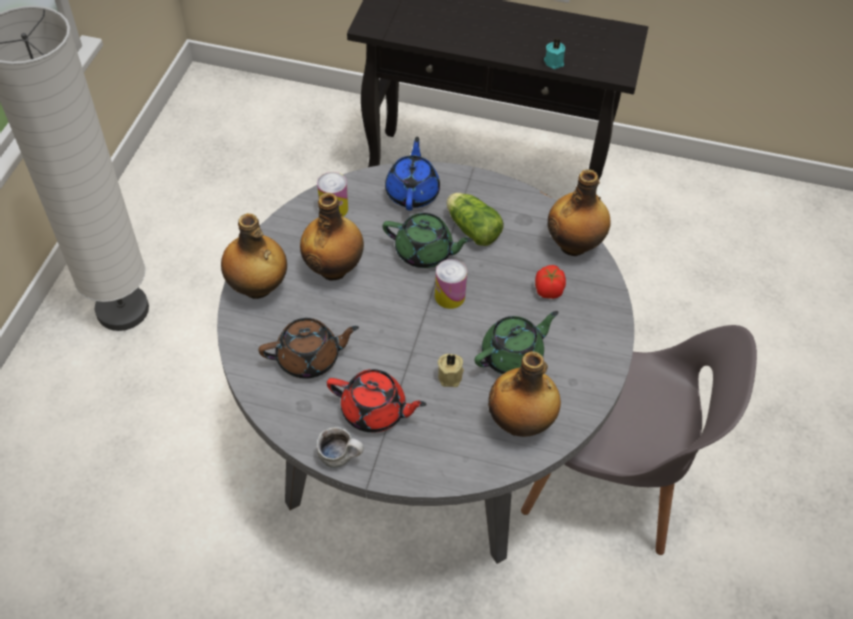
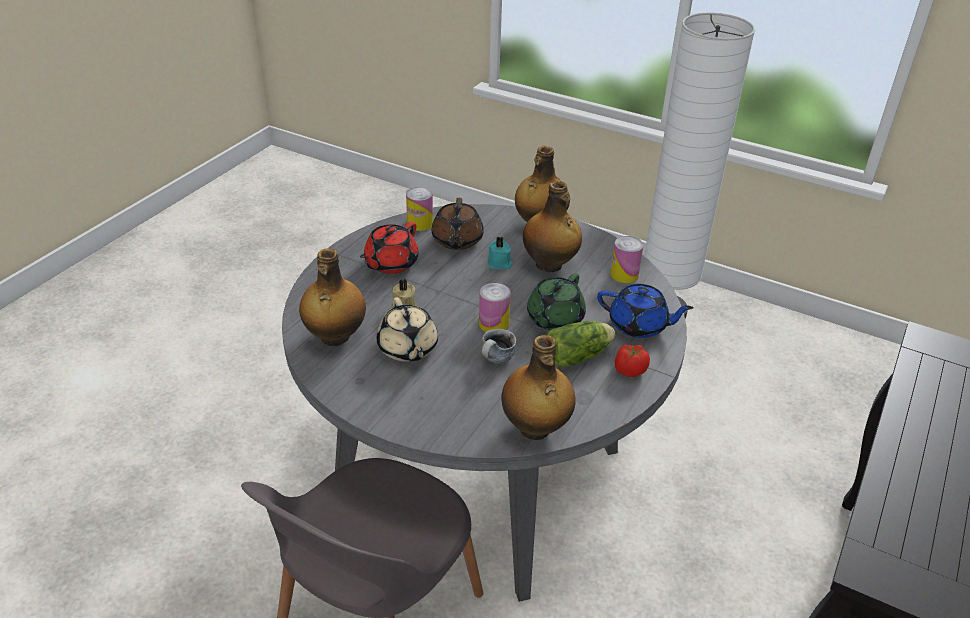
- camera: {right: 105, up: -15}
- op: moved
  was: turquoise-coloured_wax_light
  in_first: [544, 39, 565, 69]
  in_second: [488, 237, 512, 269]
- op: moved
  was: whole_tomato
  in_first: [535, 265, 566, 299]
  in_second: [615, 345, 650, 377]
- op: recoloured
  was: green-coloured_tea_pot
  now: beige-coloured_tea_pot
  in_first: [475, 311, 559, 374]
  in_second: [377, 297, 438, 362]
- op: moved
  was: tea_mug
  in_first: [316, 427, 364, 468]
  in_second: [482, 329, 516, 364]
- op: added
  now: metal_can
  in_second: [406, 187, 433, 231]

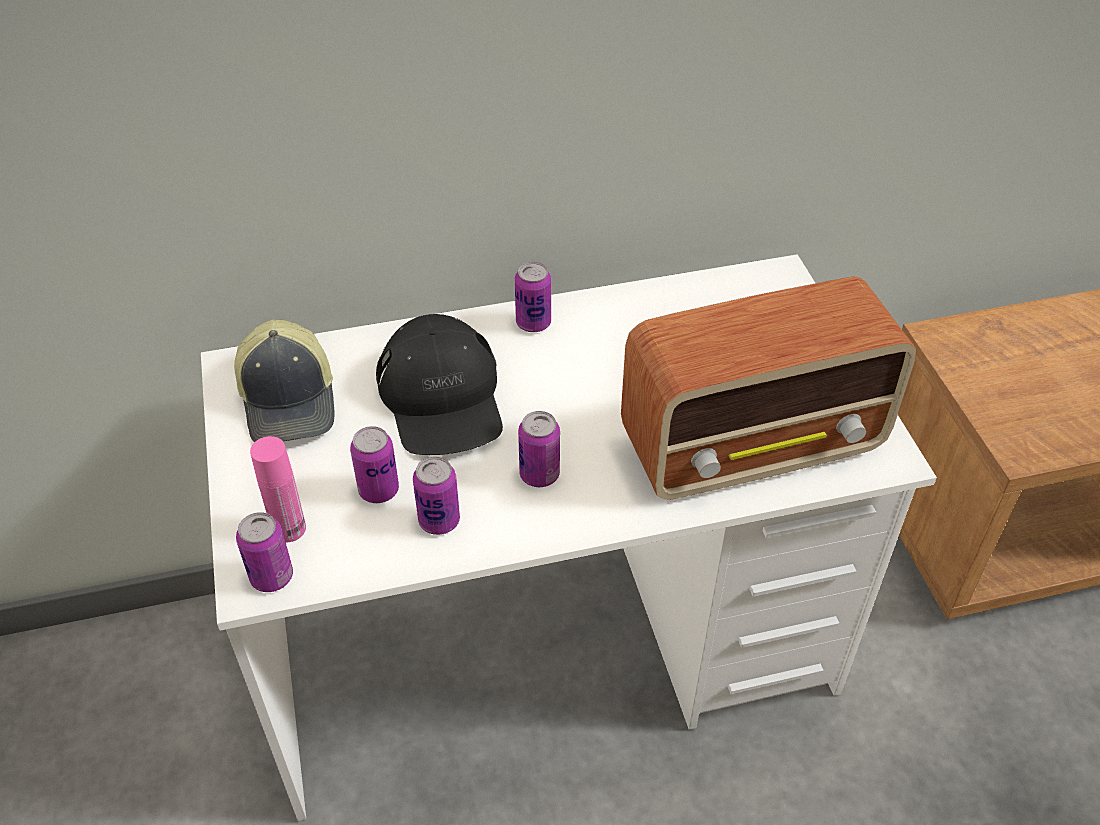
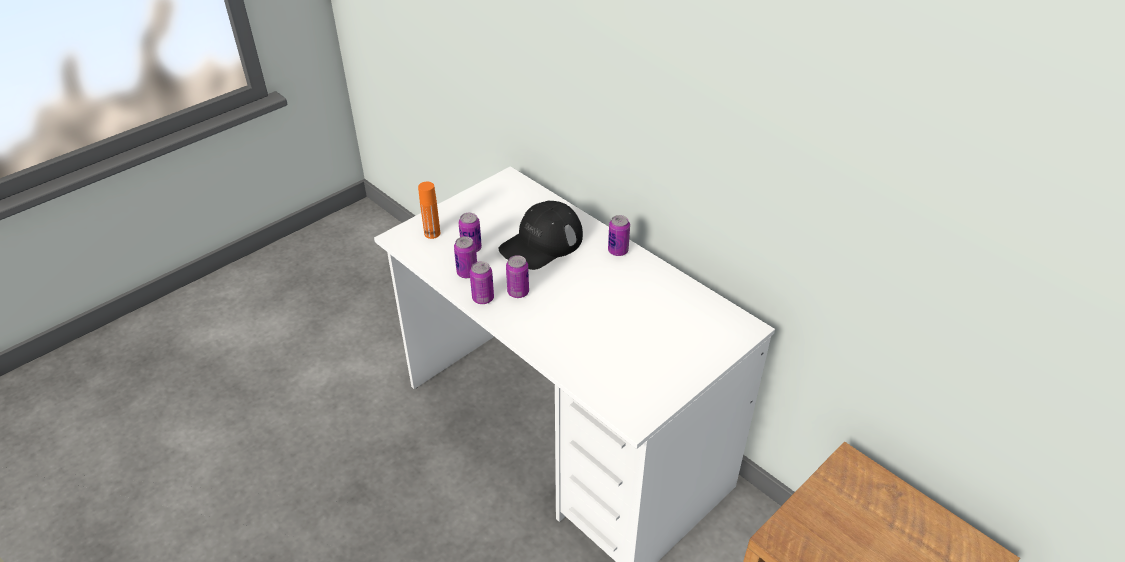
- camera: {right: 60, up: -5}
- op: removed
  was: radio_receiver
  in_first: [621, 276, 916, 500]
- op: removed
  was: peaked_cap
  in_first: [234, 319, 335, 442]
- op: recoloured
  was: pink-coloured_beverage_bottle
  now: orange_beverage_bottle
  in_first: [250, 436, 306, 542]
  in_second: [418, 182, 440, 239]
- op: moved
  was: metal_can
  in_first: [236, 512, 293, 592]
  in_second: [470, 261, 494, 304]

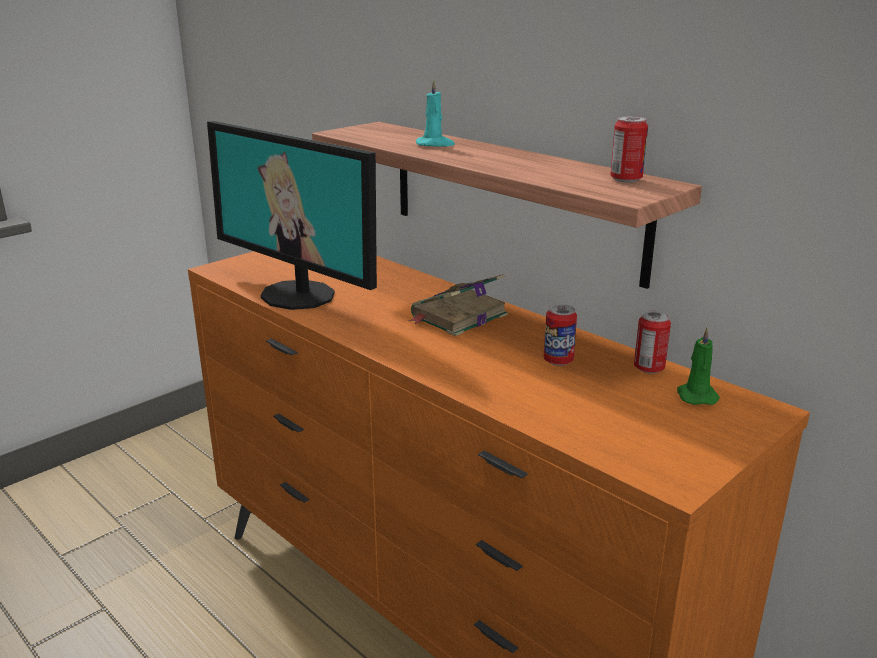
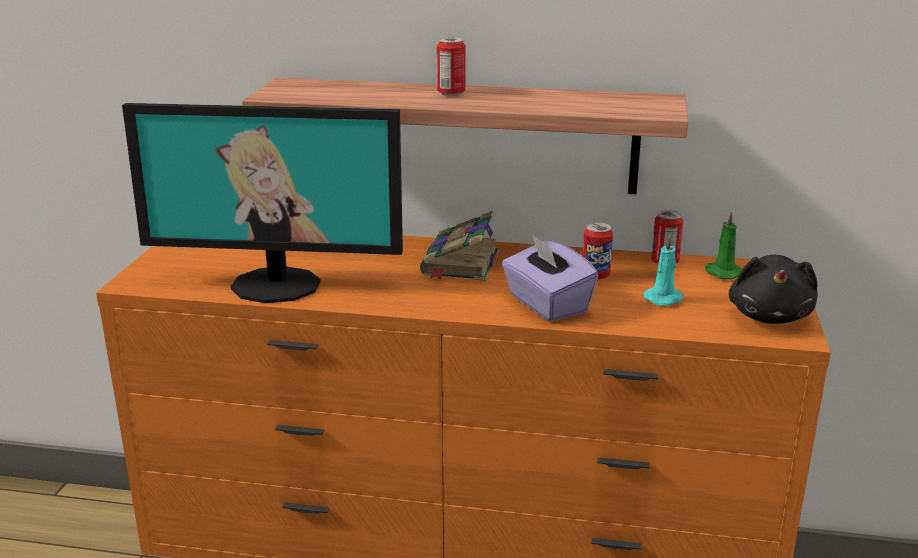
- camera: {right: -35, up: 0}
- op: moved
  was: turquoise-coloured_wax_light
  in_first: [416, 80, 455, 147]
  in_second: [644, 235, 683, 306]
- op: moved
  was: metal_can
  in_first: [610, 116, 648, 183]
  in_second: [437, 37, 465, 96]
- op: added
  now: purple-coloured_tissue_box
  in_second: [502, 234, 598, 322]
- op: added
  now: black-coloured_cuddly_toy
  in_second: [729, 255, 818, 324]

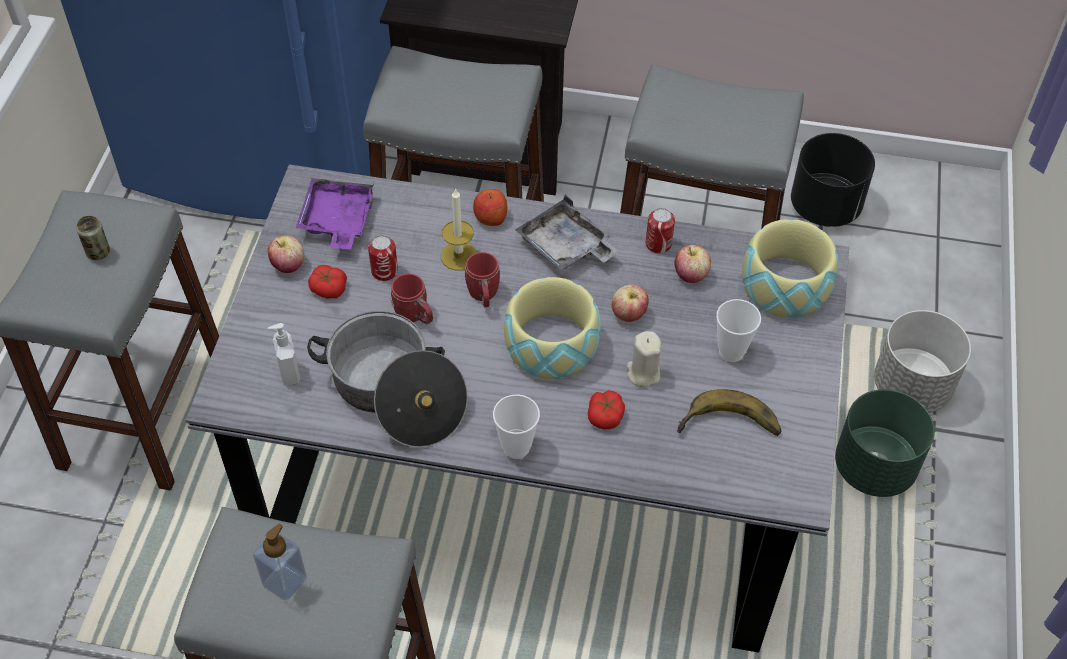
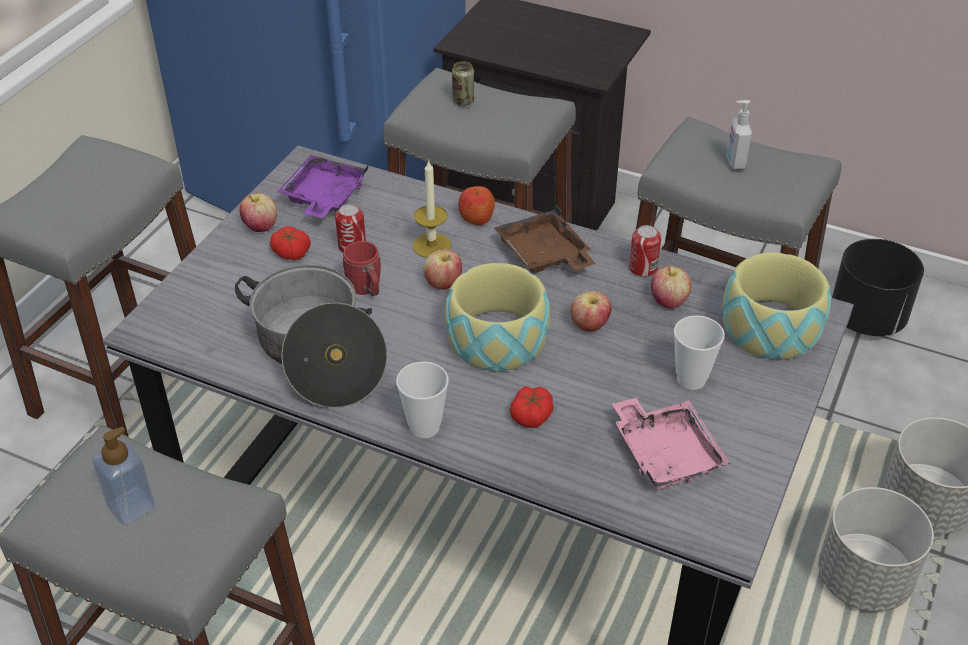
- camera: {right: 15, up: -10}
- op: recoloured
  was: gray_serving_tray
  now: brown_serving_tray
  in_first: [515, 195, 619, 270]
  in_second: [494, 205, 596, 273]
- op: moved
  was: metal_can
  in_first: [77, 216, 110, 260]
  in_second: [452, 61, 474, 106]
- op: replaced
  was: red_tea_mug
  now: apple_fruit
  in_first: [464, 252, 500, 307]
  in_second: [424, 249, 462, 290]
- op: moved
  was: liquid_soap_bottle
  in_first: [268, 323, 300, 386]
  in_second: [727, 100, 752, 169]
- op: removed
  was: beige-coloured_wax_light
  in_first: [626, 331, 661, 388]
- op: replaced
  was: banana
  now: pink-coloured_serving_tray
  in_first: [677, 389, 781, 436]
  in_second: [612, 398, 730, 490]
- op: recoloured
  was: green-coloured_plant_pot
  now: gray_plant_pot
  in_first: [835, 389, 935, 497]
  in_second: [818, 487, 934, 612]

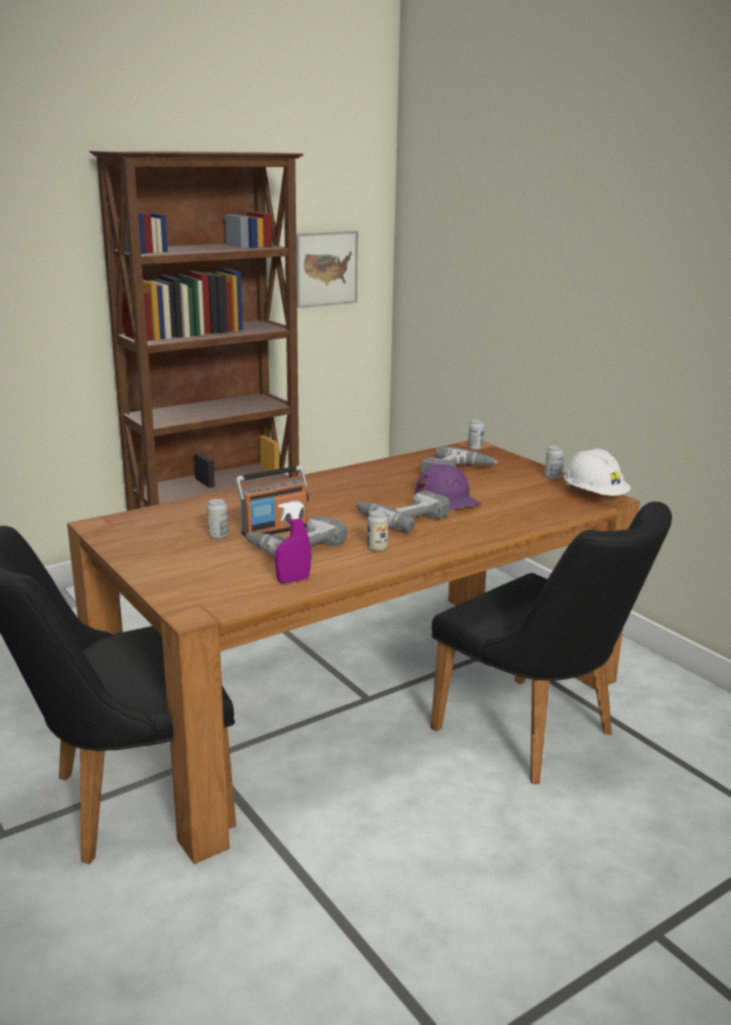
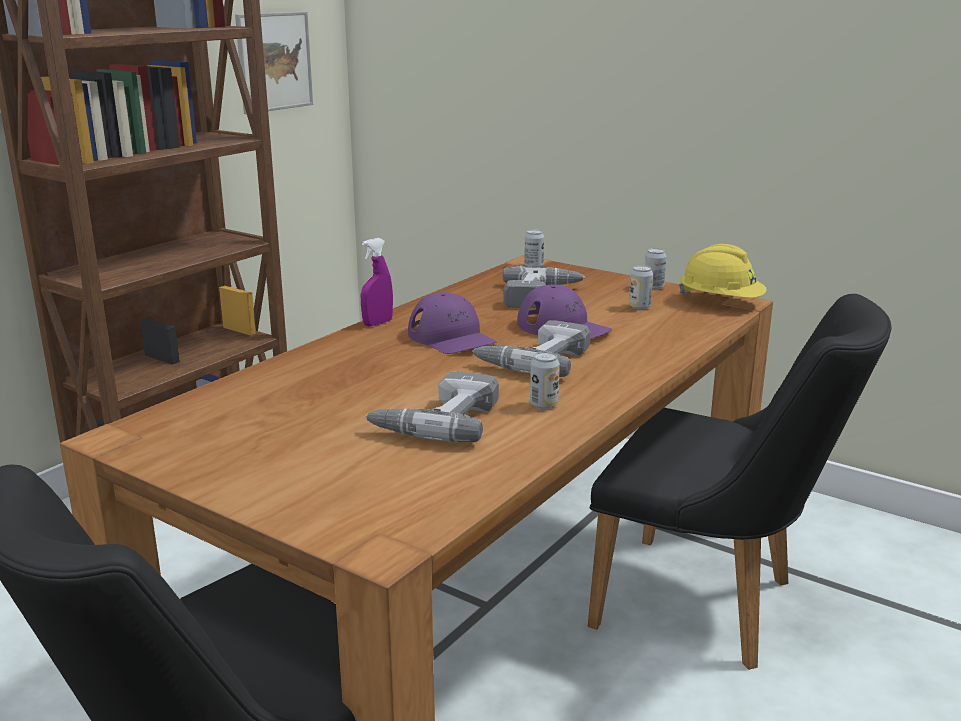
- camera: {right: -20, up: 0}
- op: recoloured
  was: whitish_work_helmet
  now: yellow_work_helmet
  in_first: [564, 449, 630, 496]
  in_second: [679, 244, 767, 298]
- op: removed
  was: radio_receiver
  in_first: [235, 465, 309, 537]
- op: moved
  was: metal_can
  in_first: [207, 499, 228, 539]
  in_second: [629, 265, 653, 309]
- op: moved
  was: purple-coloured_spray_bottle
  in_first: [275, 501, 311, 583]
  in_second: [361, 238, 393, 326]
- op: added
  now: purple-coloured_peaked_cap
  in_second: [408, 292, 497, 354]

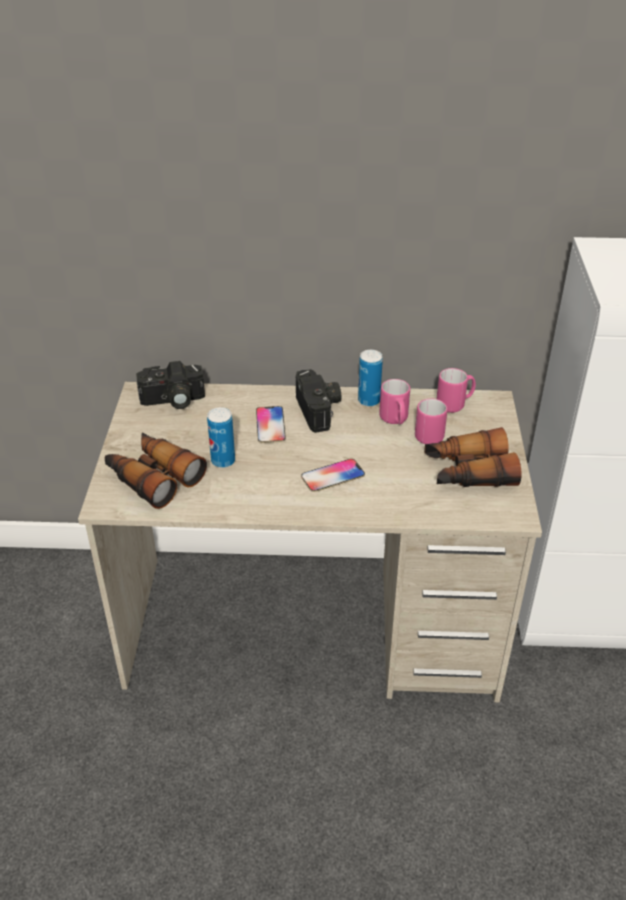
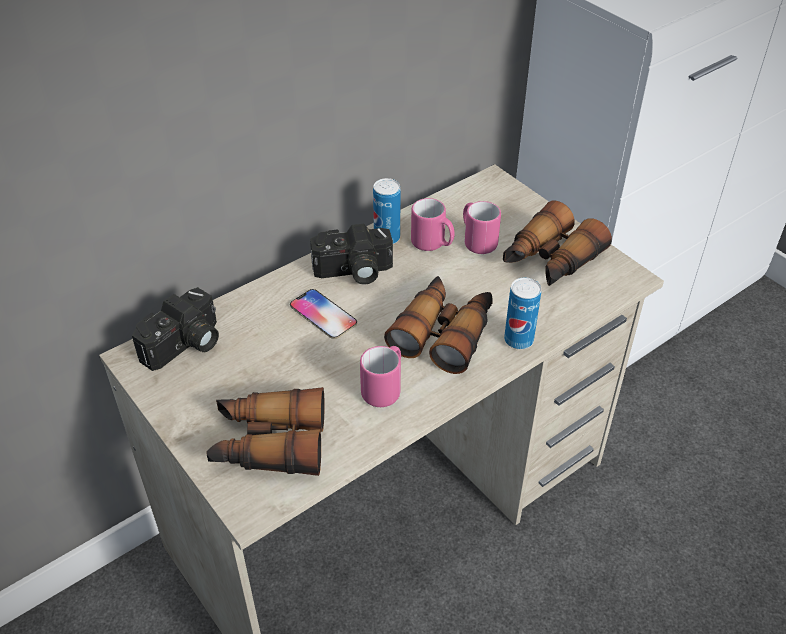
- camera: {right: -40, up: 5}
- op: moved
  was: pink-coloured_tea_mug
  in_first: [436, 368, 476, 413]
  in_second: [360, 346, 401, 407]
- op: turned
  was: photo_camera
  in_first: [296, 369, 341, 433]
  in_second: [310, 224, 393, 284]
  clockwise: 135
- op: moved
  was: metal_can
  in_first: [207, 407, 235, 468]
  in_second: [504, 277, 541, 349]
- op: replaced
  was: handset
  now: binoculars
  in_first: [301, 459, 365, 492]
  in_second: [384, 276, 493, 374]

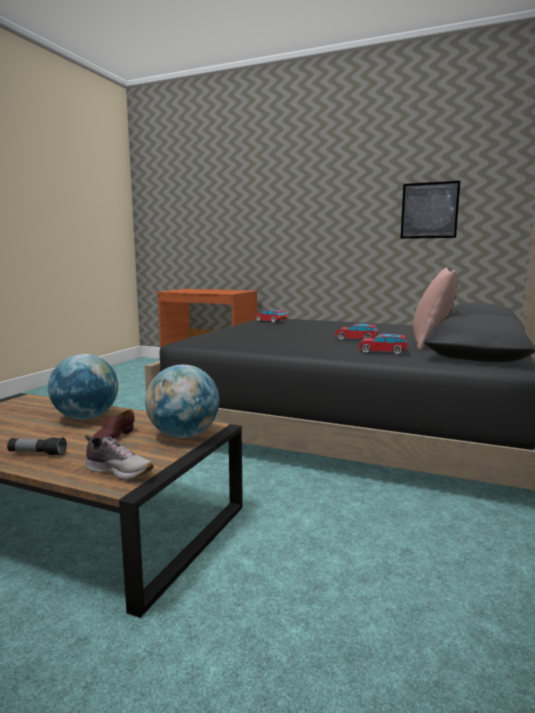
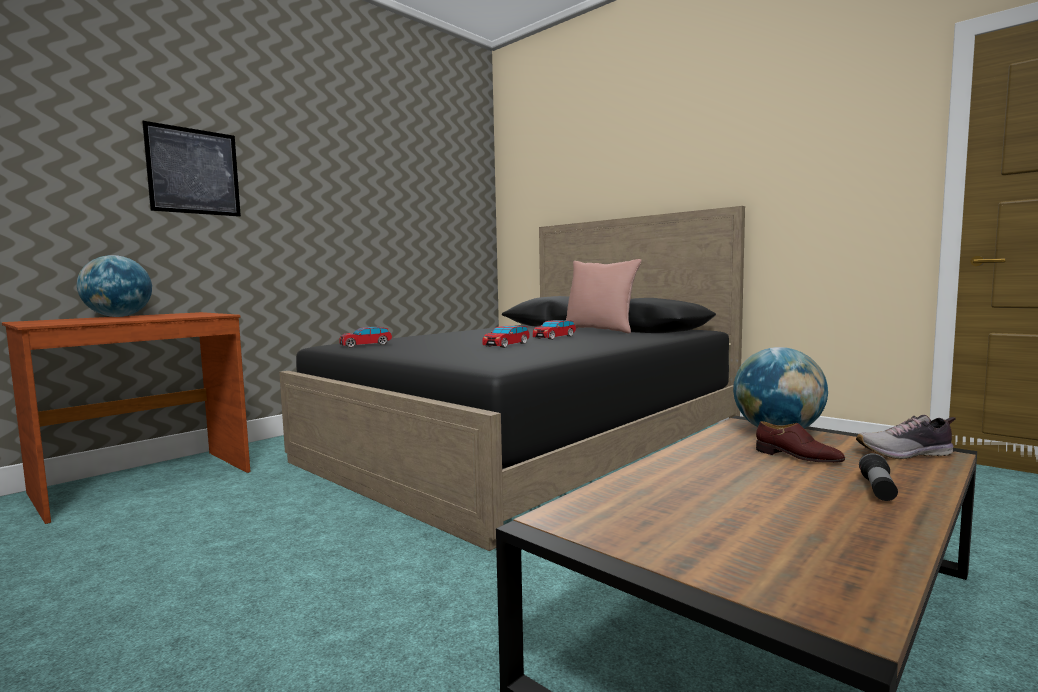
- camera: {right: -70, up: -5}
- op: moved
  was: wall_picture
  in_first: [400, 181, 460, 239]
  in_second: [142, 121, 241, 217]
- op: moved
  was: miniature_car
  in_first: [359, 334, 408, 354]
  in_second: [483, 326, 530, 348]
- op: moved
  was: desk_globe
  in_first: [48, 354, 118, 420]
  in_second: [77, 255, 152, 317]
- op: turned
  was: low_shoe
  in_first: [85, 435, 154, 480]
  in_second: [856, 415, 956, 459]
  clockwise: -135

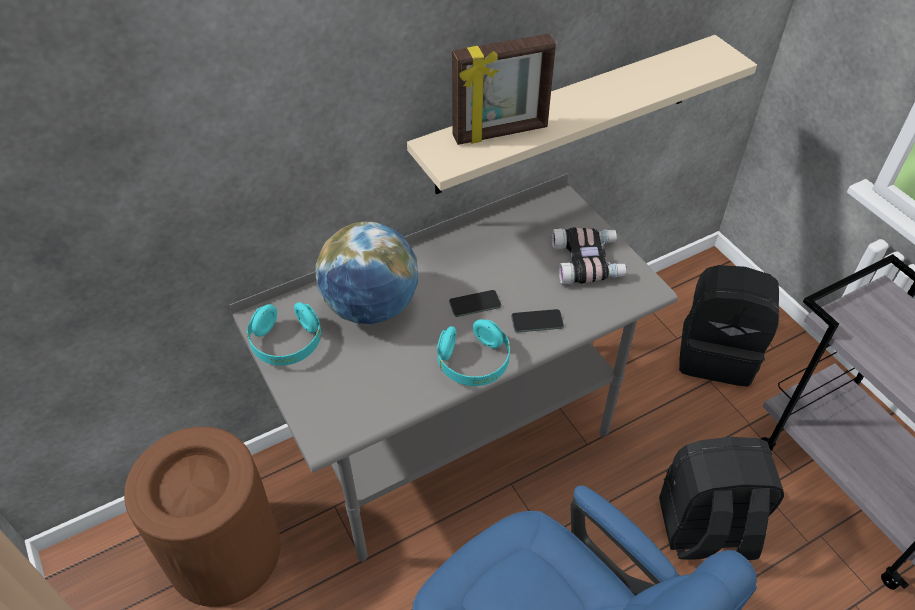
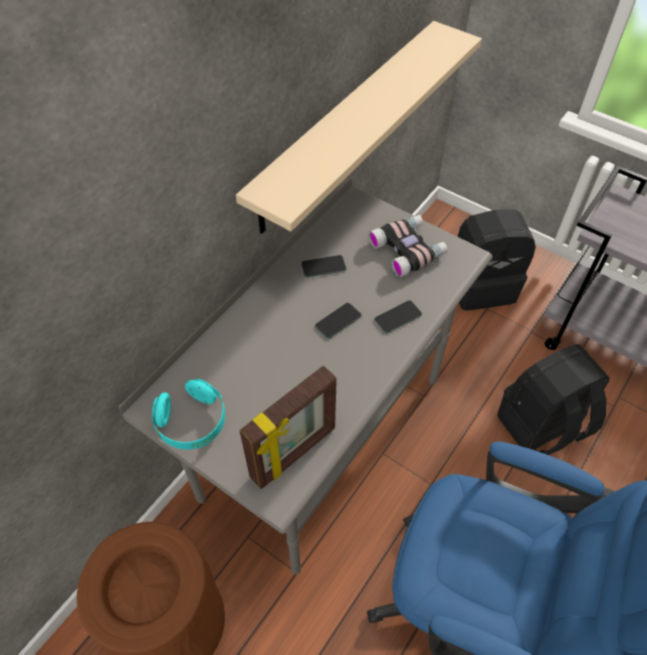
- camera: {right: -25, up: 5}
- op: moved
  was: standing_frame
  in_first: [452, 34, 556, 145]
  in_second: [239, 366, 337, 489]
- op: removed
  was: desk_globe
  in_first: [316, 222, 418, 324]
- op: removed
  was: turquoise-coloured_pair_of_headphones
  in_first: [437, 319, 510, 386]
- op: added
  now: handset
  in_second: [301, 255, 347, 277]

